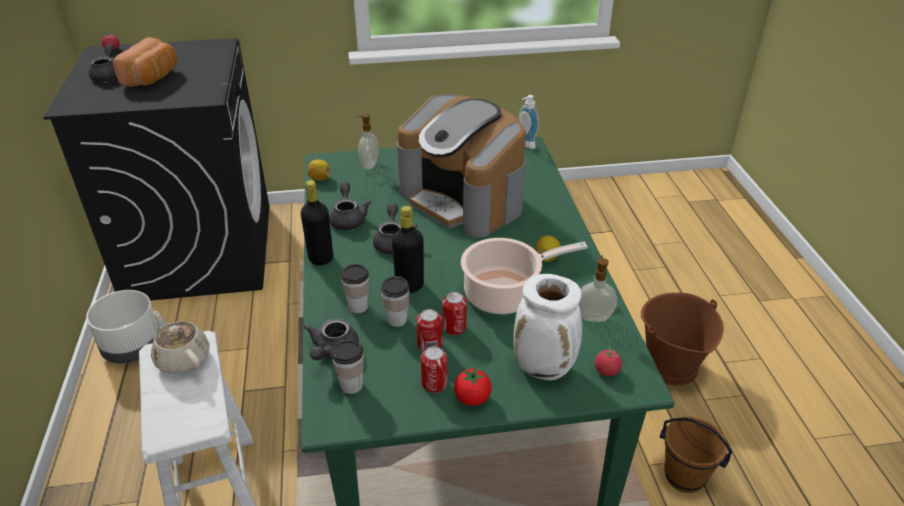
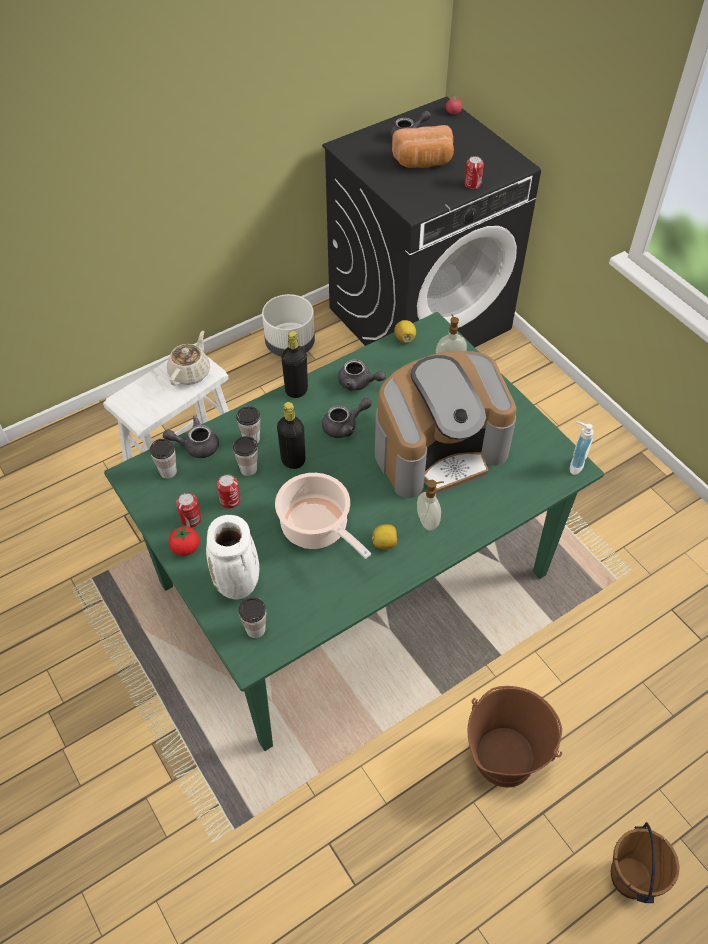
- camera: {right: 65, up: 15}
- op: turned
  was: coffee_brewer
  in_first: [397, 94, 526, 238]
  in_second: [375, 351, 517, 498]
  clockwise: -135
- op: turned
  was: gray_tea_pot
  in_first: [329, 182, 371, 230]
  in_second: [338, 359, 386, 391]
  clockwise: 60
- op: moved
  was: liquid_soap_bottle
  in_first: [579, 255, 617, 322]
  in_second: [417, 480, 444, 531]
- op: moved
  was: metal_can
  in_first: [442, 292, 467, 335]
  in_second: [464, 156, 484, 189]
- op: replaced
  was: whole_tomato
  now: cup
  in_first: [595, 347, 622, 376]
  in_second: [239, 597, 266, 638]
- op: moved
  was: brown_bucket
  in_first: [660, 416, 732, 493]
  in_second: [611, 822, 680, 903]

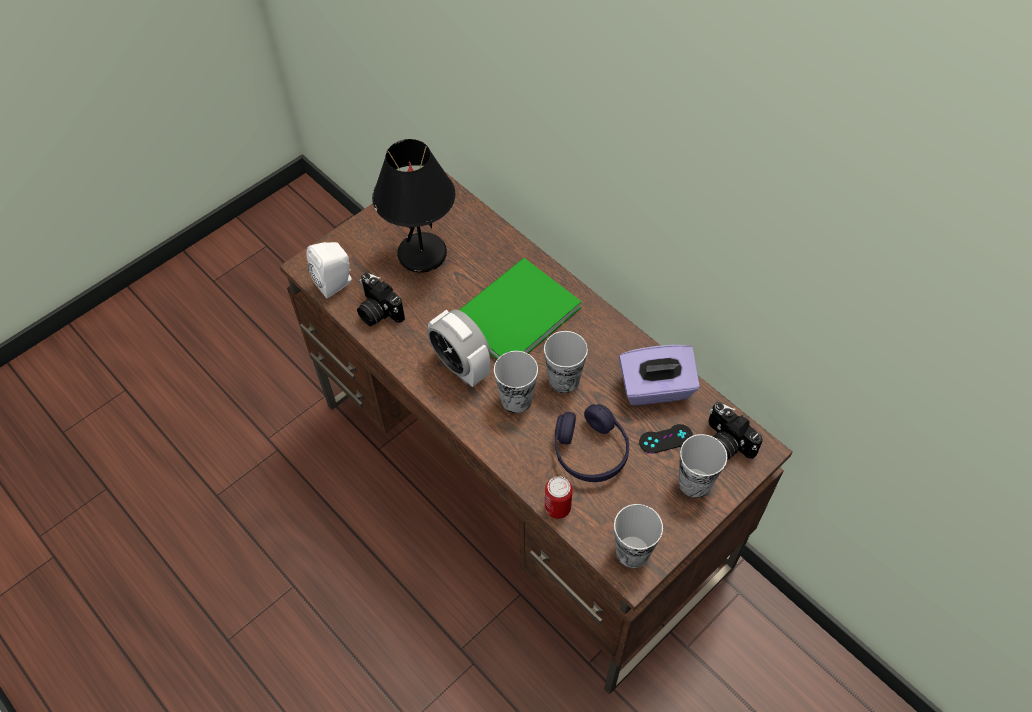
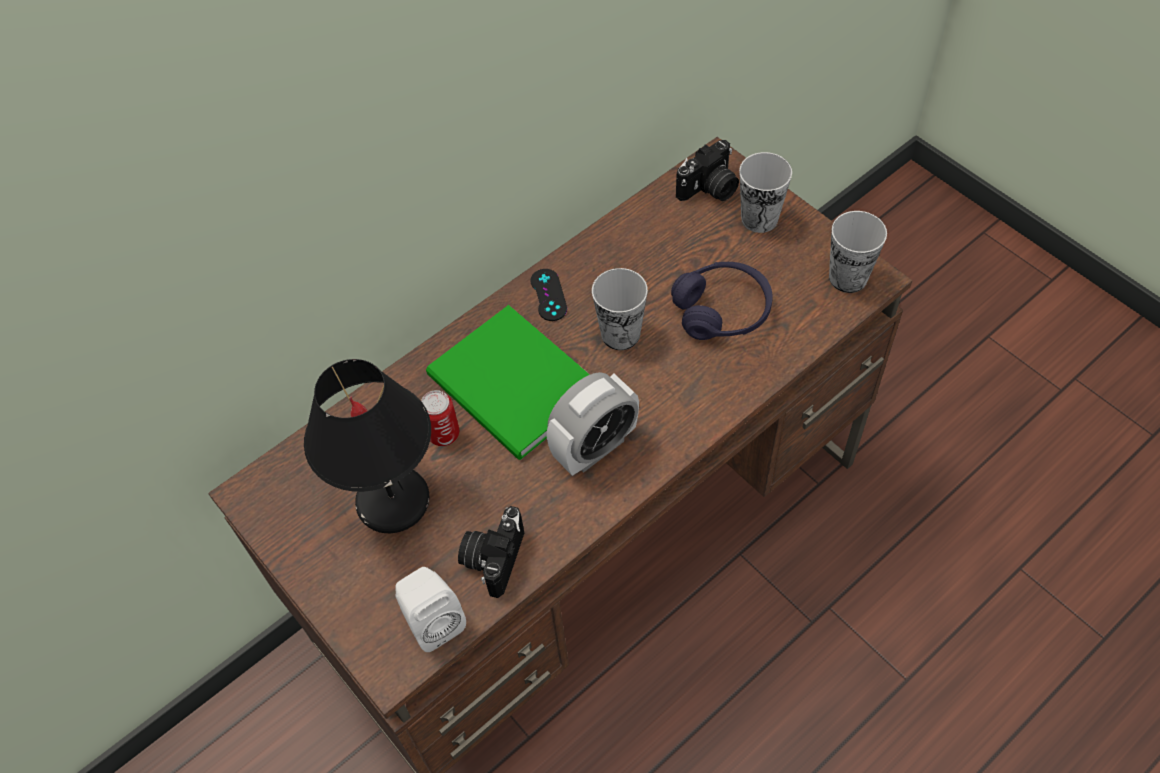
- camera: {right: -85, up: 0}
- op: turned
  was: photo_camera
  in_first: [357, 273, 405, 326]
  in_second: [458, 506, 524, 598]
  clockwise: 150
- op: removed
  was: purple-coloured_tissue_box
  in_first: [619, 345, 700, 405]
- op: removed
  was: cup
  in_first: [494, 351, 538, 413]
- op: moved
  was: black-coloured_gamepad
  in_first: [639, 424, 693, 454]
  in_second: [531, 269, 567, 321]
- op: moved
  was: metal_can
  in_first: [545, 476, 573, 519]
  in_second: [421, 390, 459, 446]

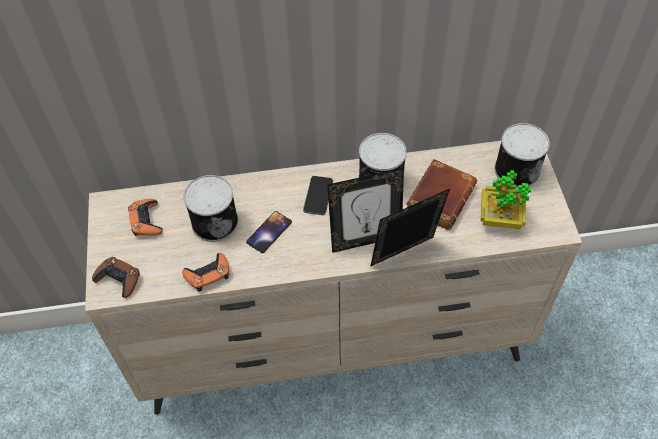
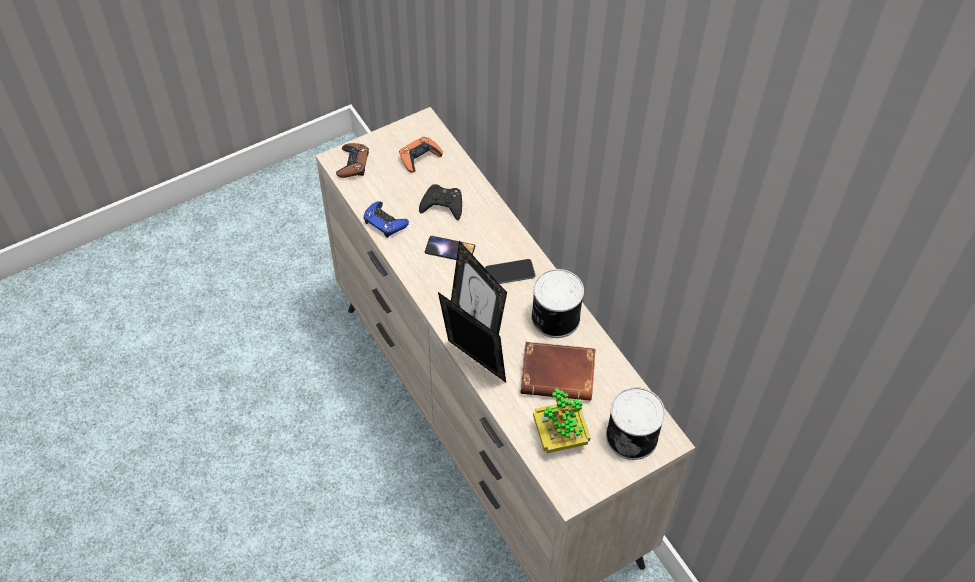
- camera: {right: 65, up: 0}
- op: replaced
  was: metal_can
  now: black-coloured_gamepad
  in_first: [184, 175, 238, 242]
  in_second: [419, 184, 462, 220]
- op: recoloured
  was: orange_gamepad
  now: bluish_gamepad
  in_first: [182, 253, 229, 292]
  in_second: [363, 201, 409, 238]

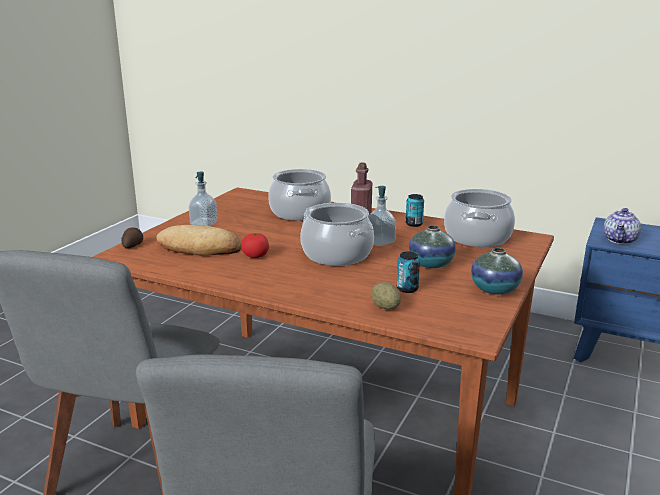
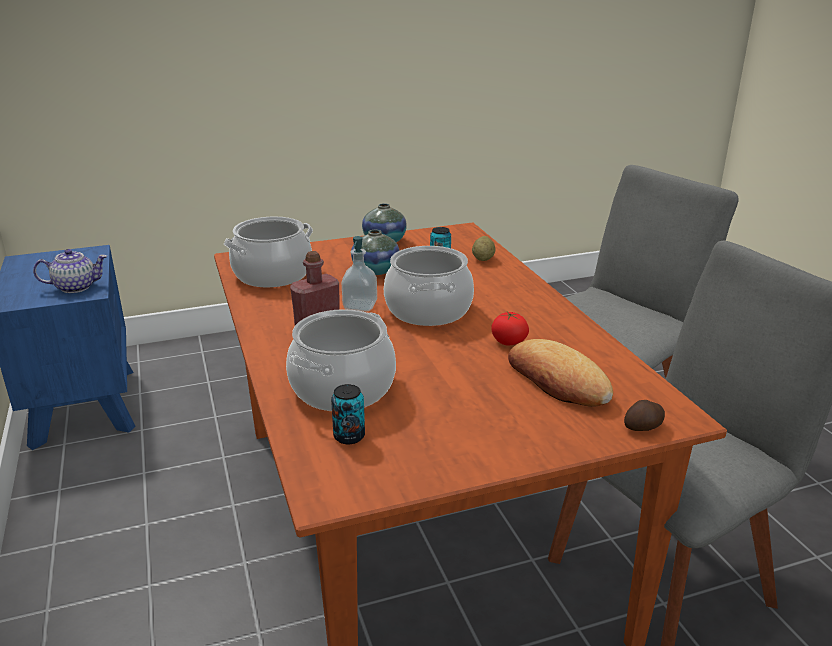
- camera: {right: -135, up: 5}
- op: removed
  was: liquid_soap_bottle
  in_first: [189, 172, 217, 226]
- op: moved
  was: metal_can
  in_first: [406, 194, 424, 227]
  in_second: [331, 384, 365, 444]

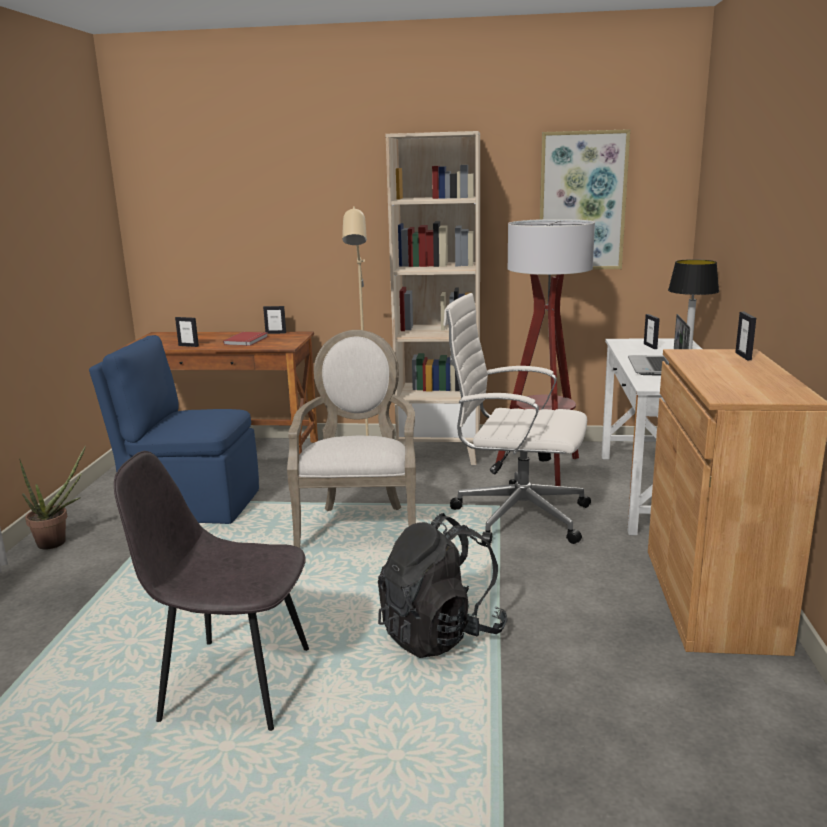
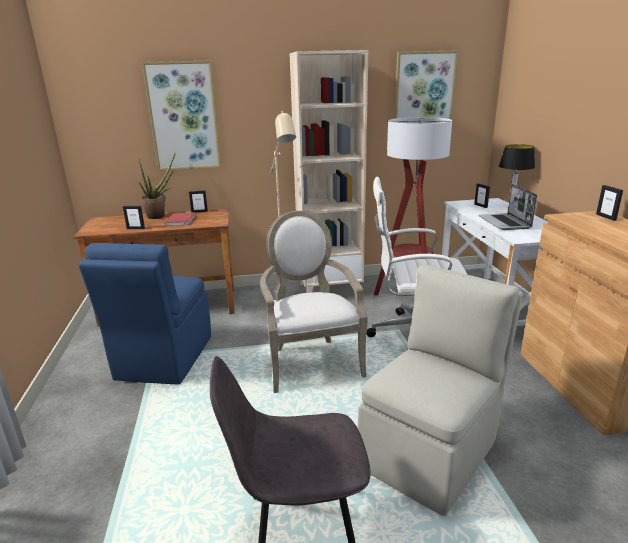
- camera: {right: -15, up: 5}
- op: turned
  was: bluish_upright_chair
  in_first: [89, 335, 259, 524]
  in_second: [79, 243, 211, 385]
  clockwise: -75
- op: moved
  was: potted_plant
  in_first: [19, 445, 86, 549]
  in_second: [139, 151, 176, 219]
- op: replaced
  was: black-coloured_knapsack
  now: beige-coloured_upright_chair
  in_first: [378, 513, 508, 658]
  in_second: [358, 264, 523, 516]
- op: added
  now: wall_picture
  in_second: [142, 61, 221, 171]

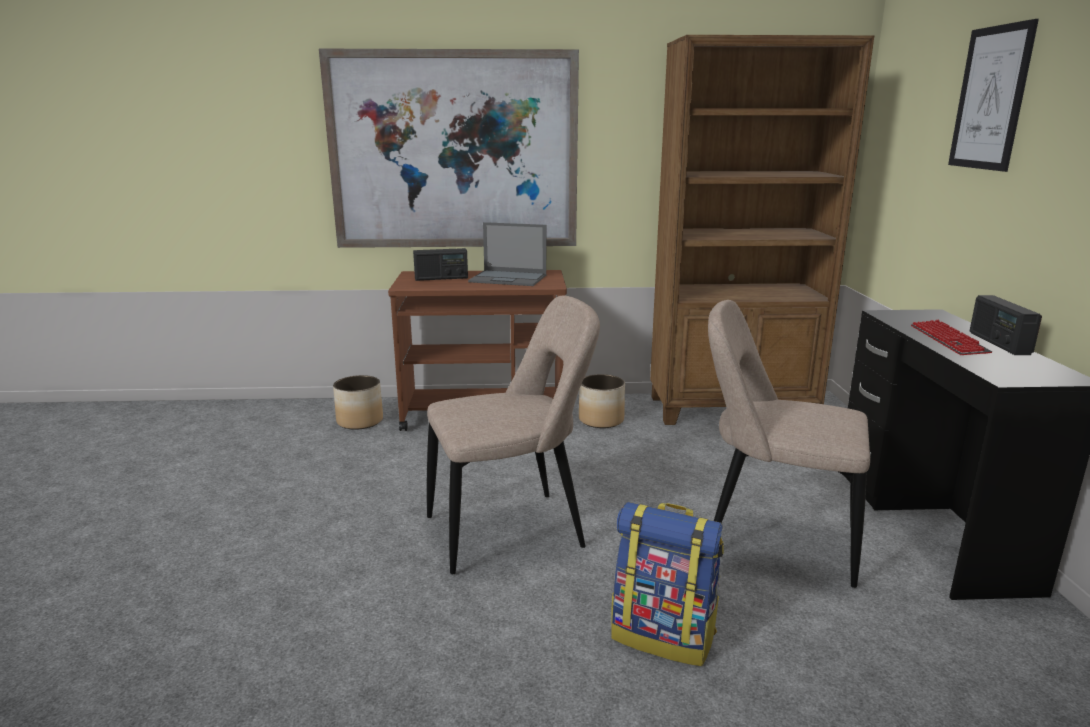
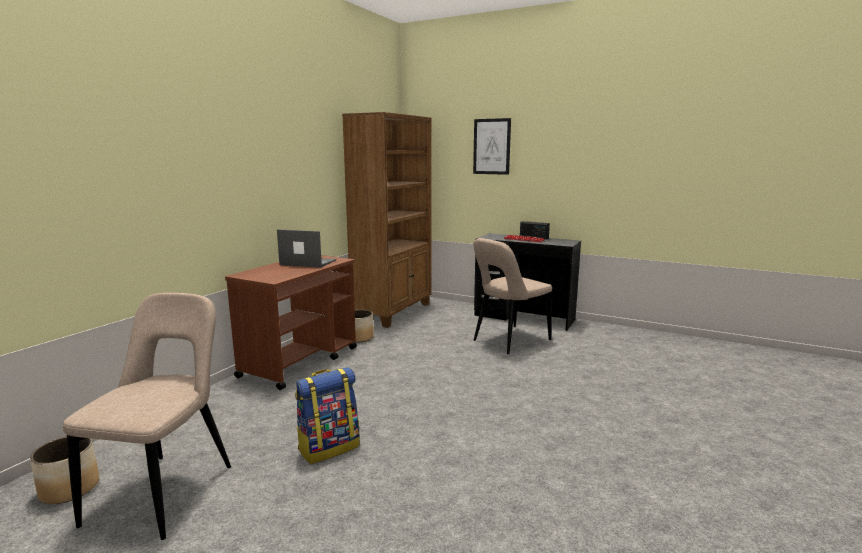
- camera: {right: -60, up: -5}
- op: removed
  was: wall_picture
  in_first: [319, 49, 579, 248]
- op: turned
  was: laptop
  in_first: [468, 222, 546, 286]
  in_second: [277, 229, 336, 268]
  clockwise: -120
- op: removed
  was: radio_receiver
  in_first: [413, 248, 468, 281]
- op: moved
  was: beige-coloured_upright_chair
  in_first: [427, 296, 600, 574]
  in_second: [63, 293, 231, 540]
- op: moved
  was: plant_pot
  in_first: [333, 375, 383, 430]
  in_second: [30, 436, 99, 504]
- op: moved
  was: knapsack
  in_first: [611, 502, 724, 666]
  in_second: [295, 367, 360, 464]

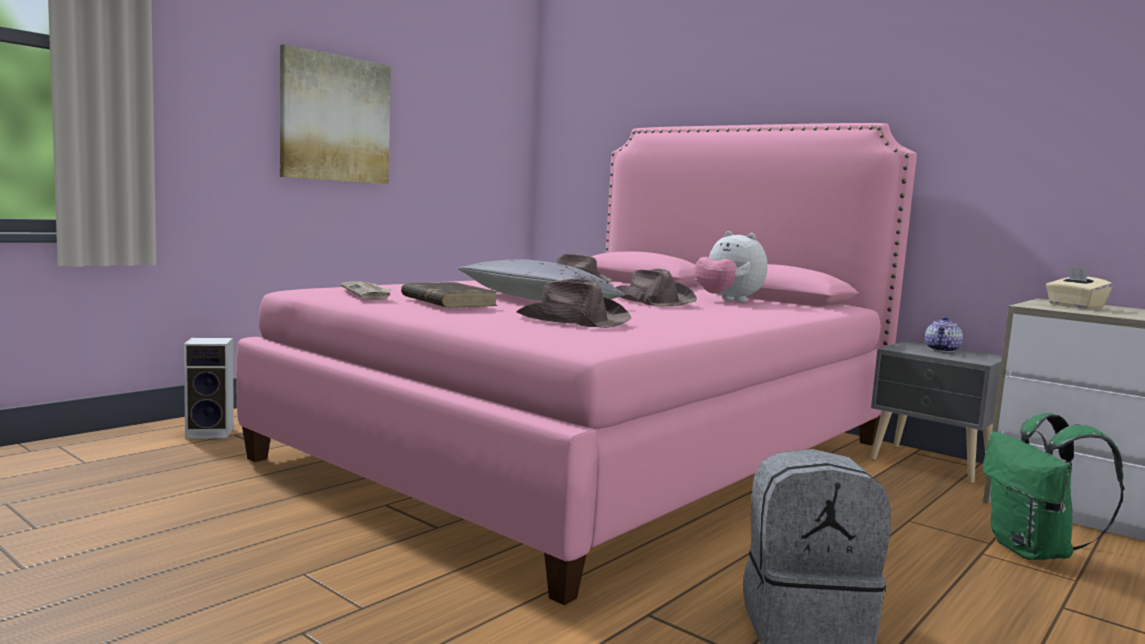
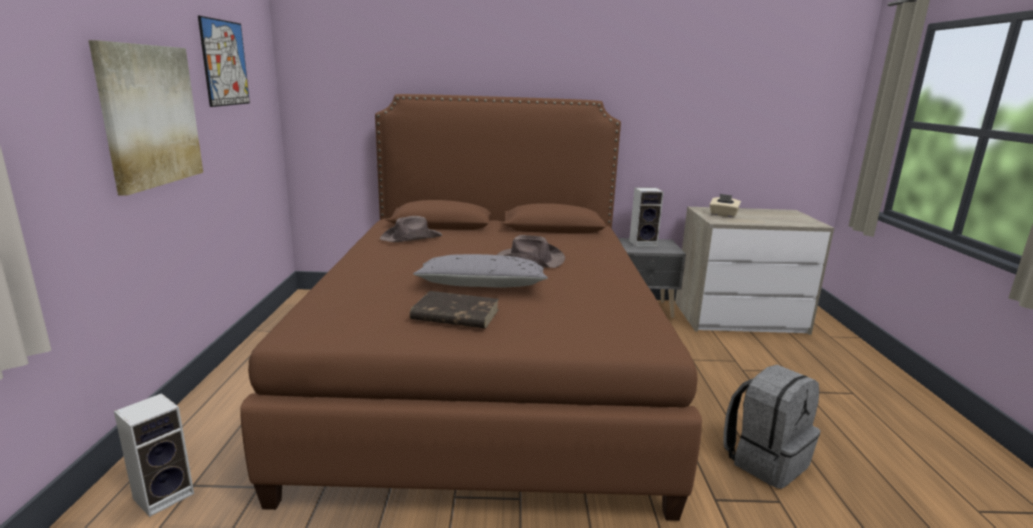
- camera: {right: -40, up: 10}
- op: recoloured
  was: pink-coloured_bed
  now: brown_bed
  in_first: [236, 123, 917, 605]
  in_second: [240, 94, 702, 521]
- op: removed
  was: cuddly_toy
  in_first: [694, 231, 767, 302]
- op: removed
  was: brown_hat
  in_first: [516, 279, 631, 328]
- op: removed
  was: newspaper
  in_first: [341, 281, 393, 299]
- op: replaced
  was: tea_pot
  now: speaker
  in_first: [925, 316, 963, 352]
  in_second: [629, 187, 664, 247]
- op: removed
  was: green-coloured_knapsack
  in_first: [983, 413, 1125, 560]
- op: added
  now: wall_picture
  in_second: [198, 16, 250, 107]

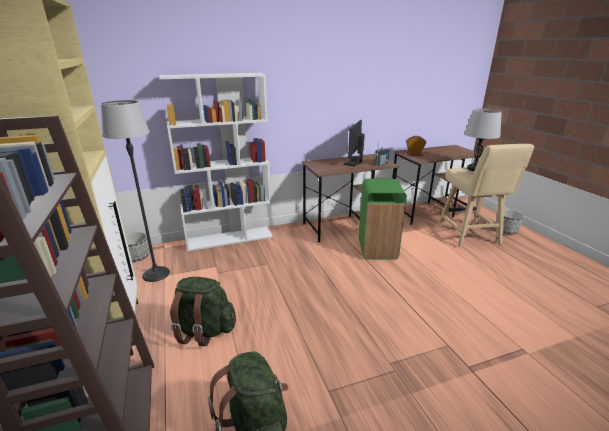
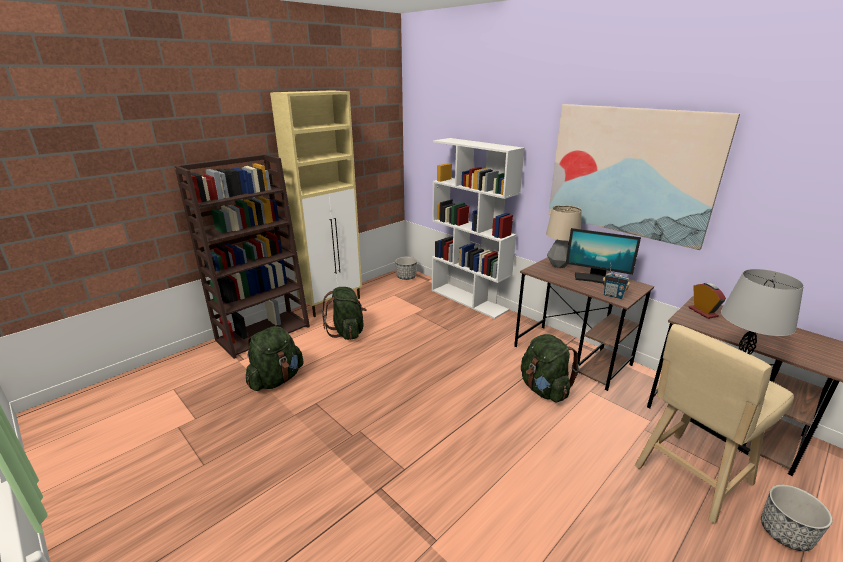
- camera: {right: 65, up: 0}
- op: removed
  was: standard_lamp
  in_first: [101, 100, 170, 282]
- op: turned
  was: computer_display
  in_first: [344, 120, 365, 167]
  in_second: [566, 228, 641, 284]
  clockwise: -150
- op: replaced
  was: green-coloured_waste_bin
  now: green-coloured_knapsack
  in_first: [359, 179, 407, 260]
  in_second: [521, 334, 579, 403]
- op: added
  now: wall_picture
  in_second: [548, 104, 740, 250]
- op: added
  now: table_lamp
  in_second: [546, 205, 582, 268]

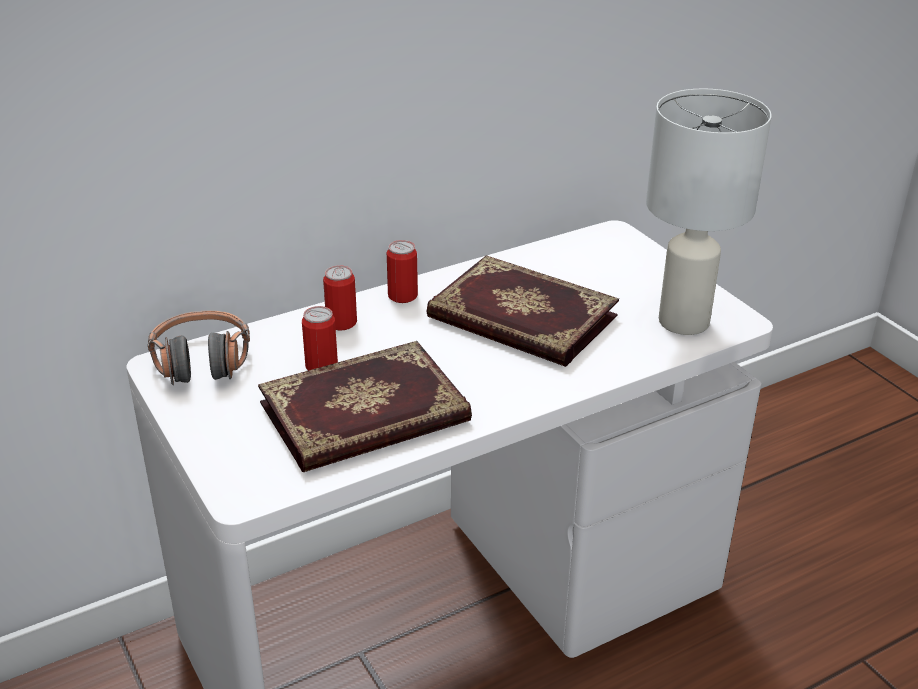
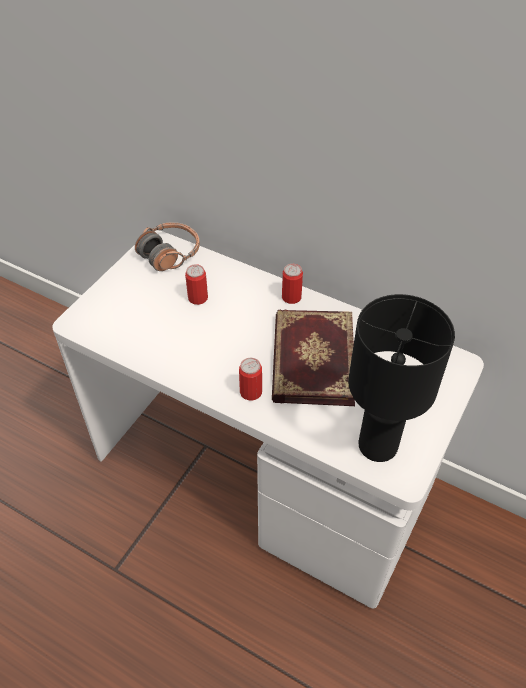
- camera: {right: 60, up: 15}
- op: recoloured
  was: whitish_table_lamp
  now: black-coloured_table_lamp
  in_first: [646, 88, 771, 335]
  in_second: [348, 294, 455, 462]
- op: moved
  was: metal_can
  in_first: [323, 265, 357, 331]
  in_second: [239, 358, 262, 401]
- op: removed
  was: book
  in_first: [258, 341, 472, 472]

